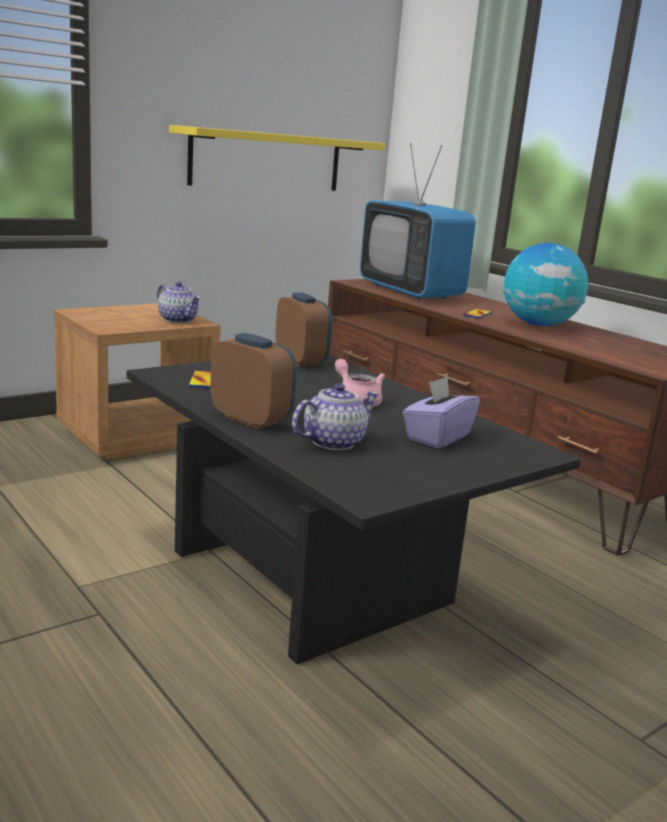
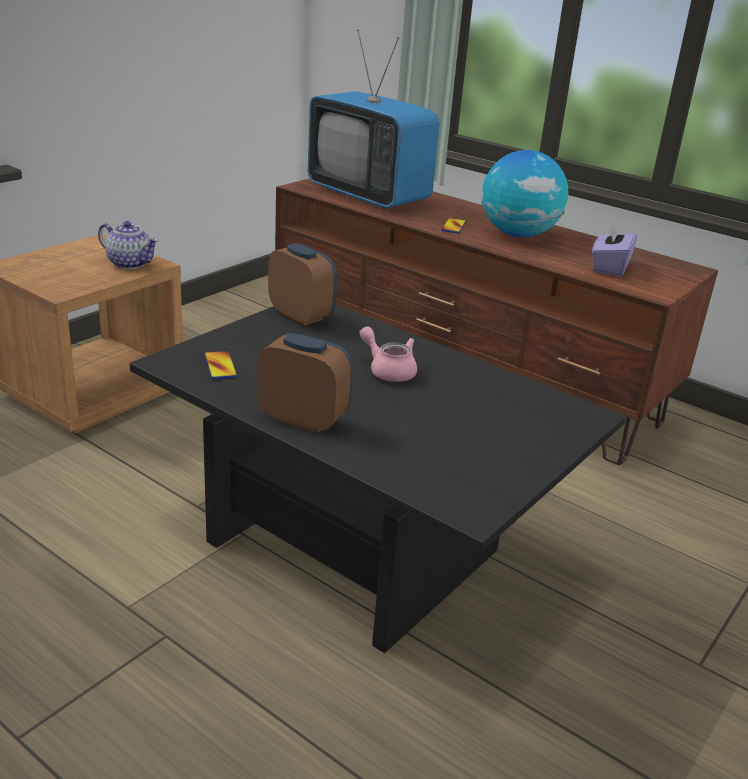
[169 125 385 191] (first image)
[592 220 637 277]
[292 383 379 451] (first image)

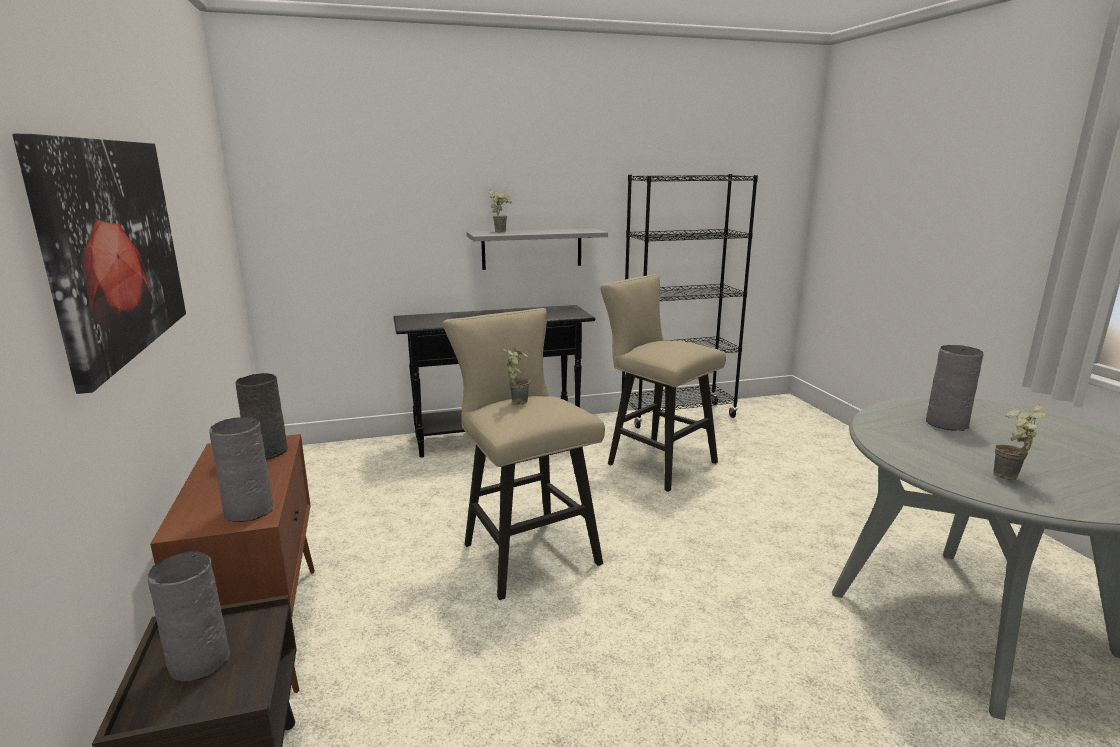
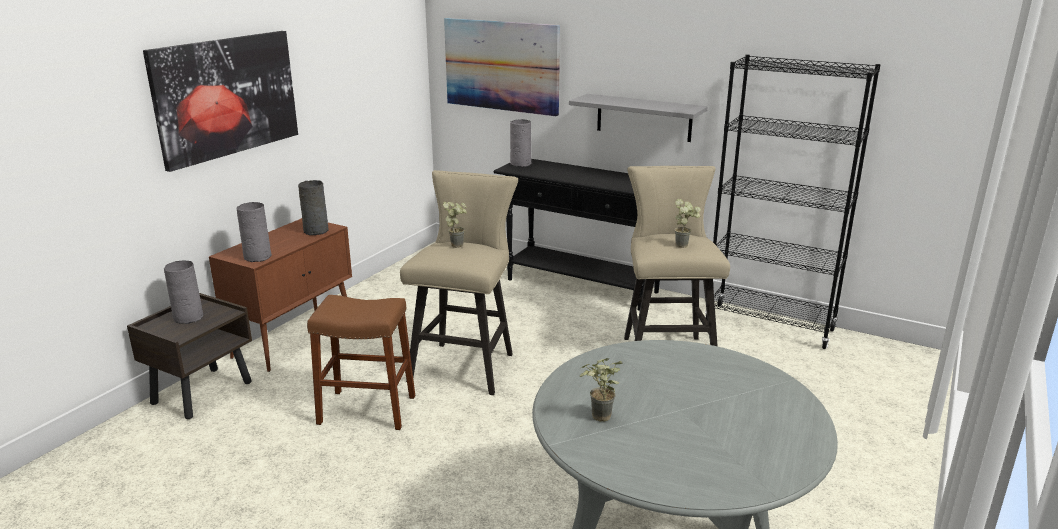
[675 199 701 248]
[510 119 532 167]
[444 18 560 116]
[307 295 415 430]

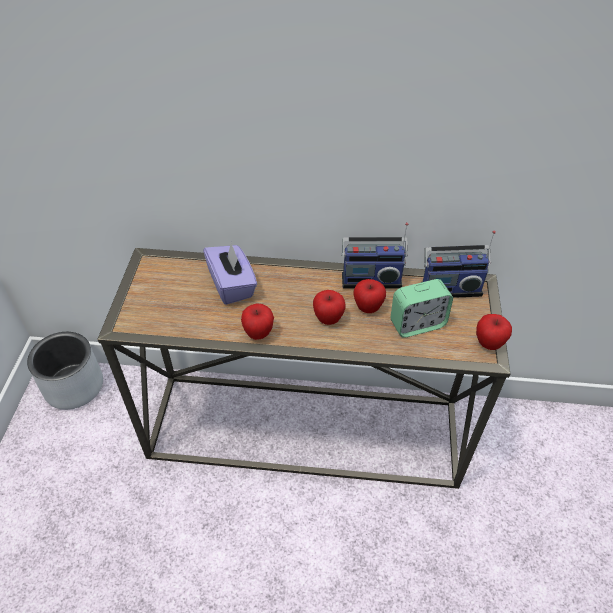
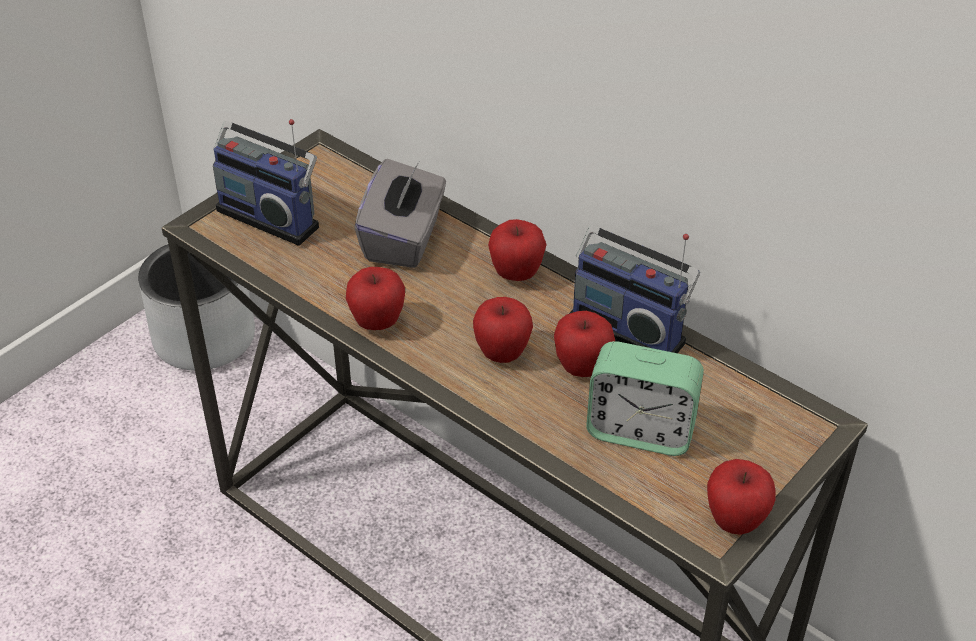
[213 119 319 246]
[354 159 446 268]
[488 219 547 281]

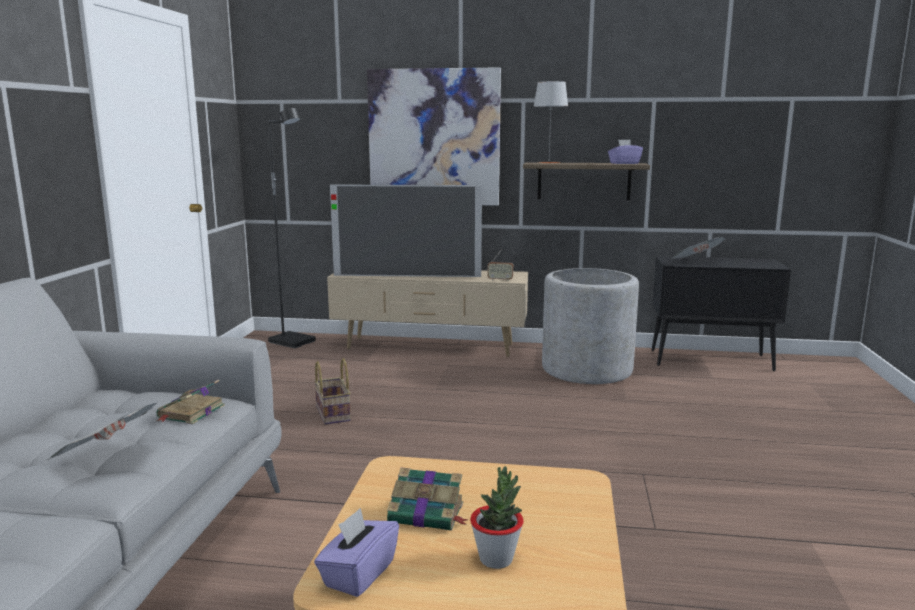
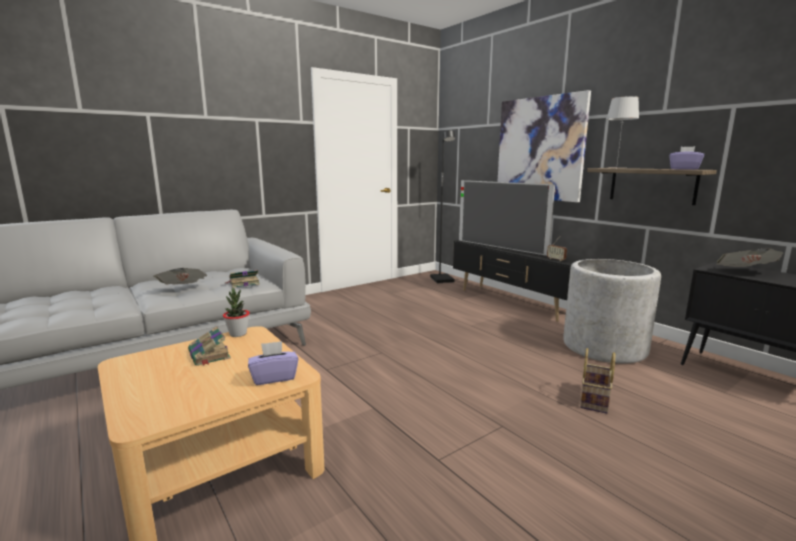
[453 240 594 322]
[580 348 615 414]
[223 288 250 337]
[248 341 298 385]

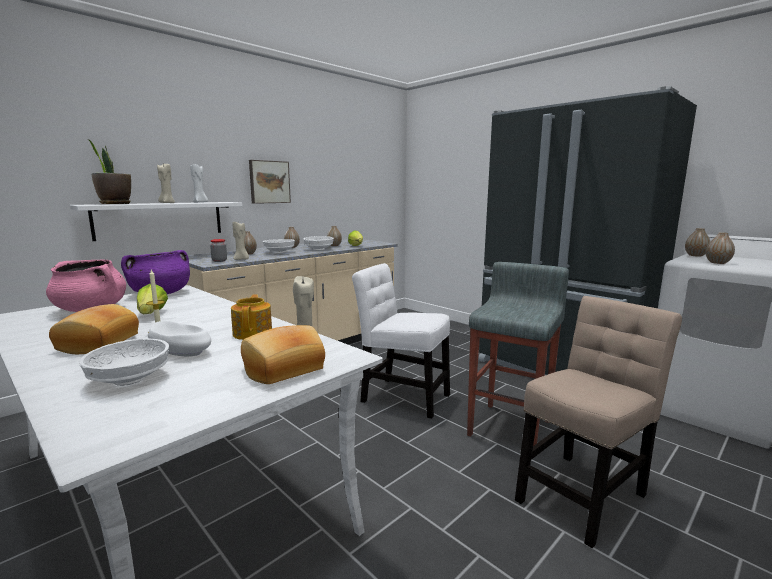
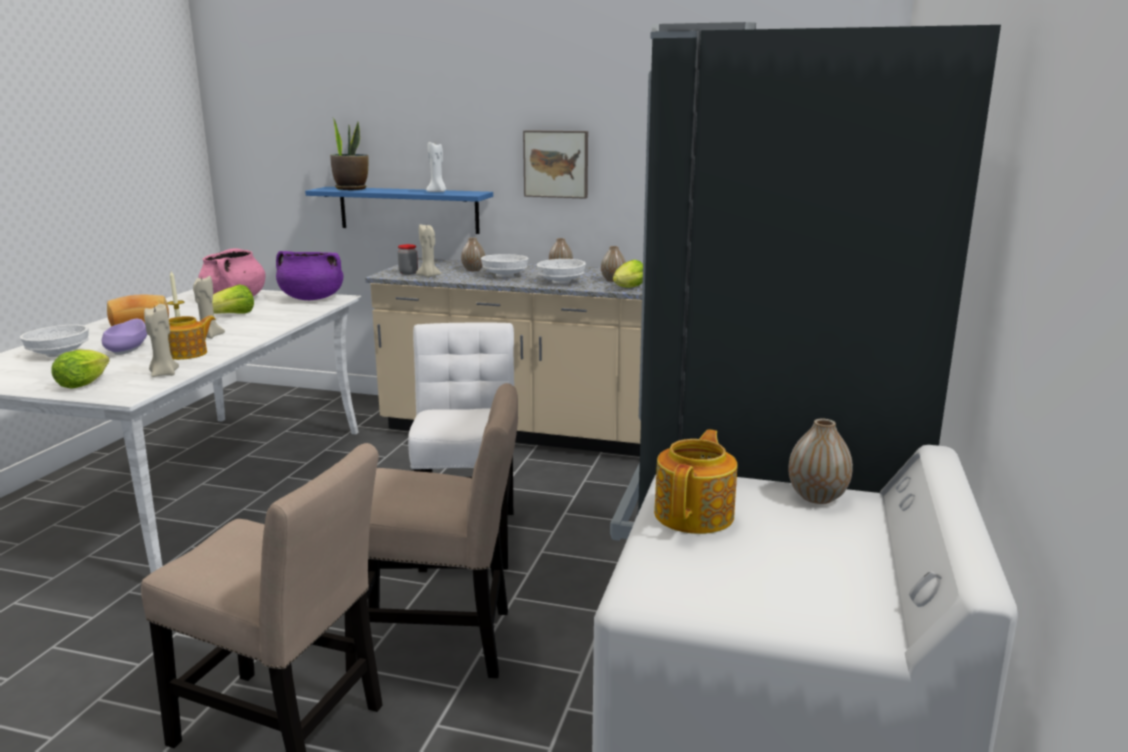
[193 276 225 339]
[305 187 493 234]
[654 429 738 534]
[345 383 518 678]
[102 319 147 355]
[51 350 110 389]

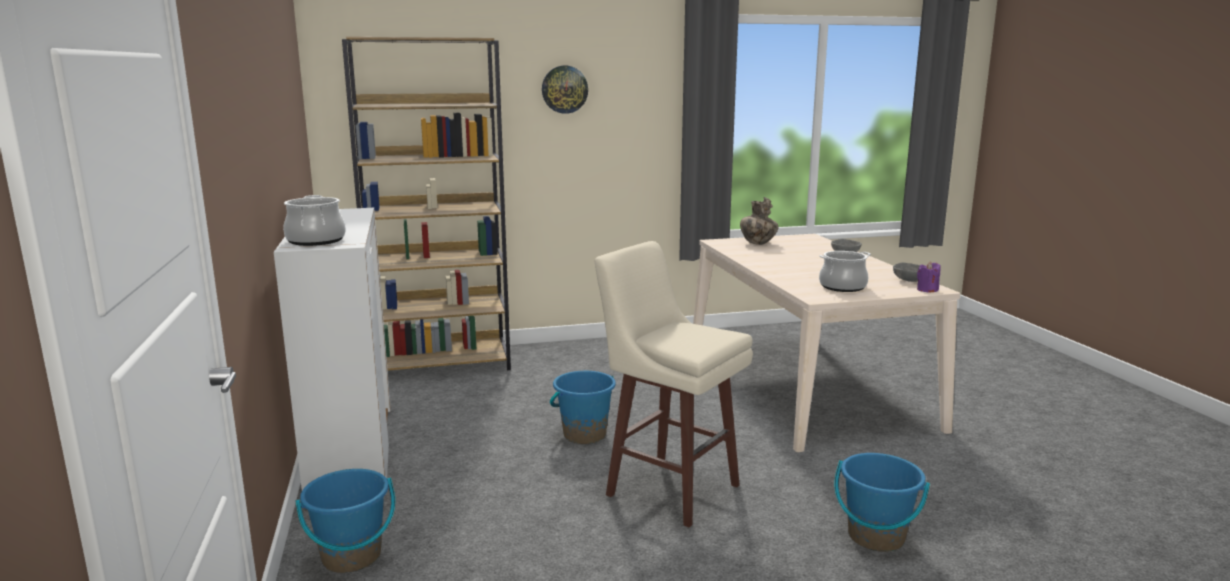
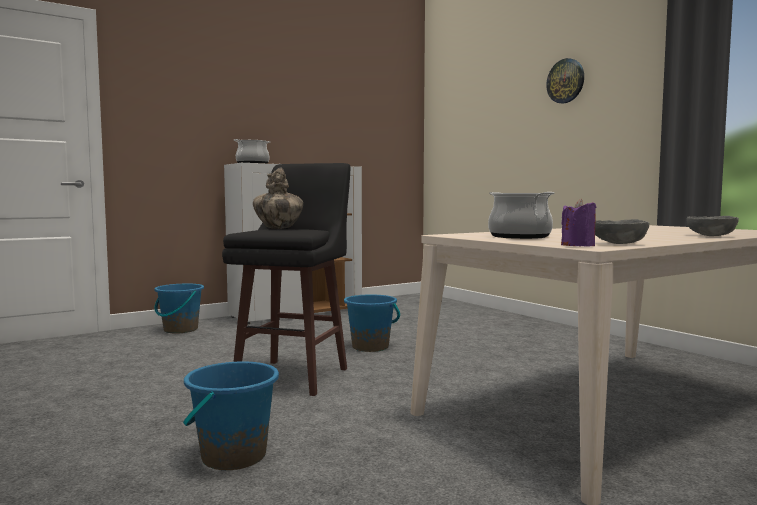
[342 37 511 371] (first image)
[253 167 303 229]
[222 163 350 396]

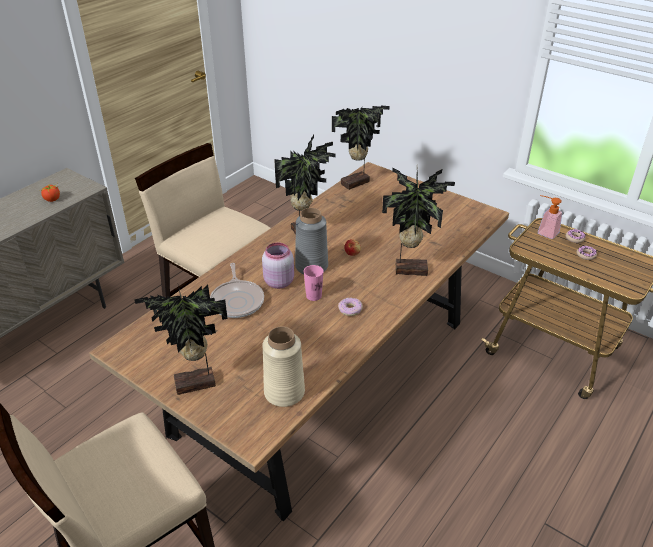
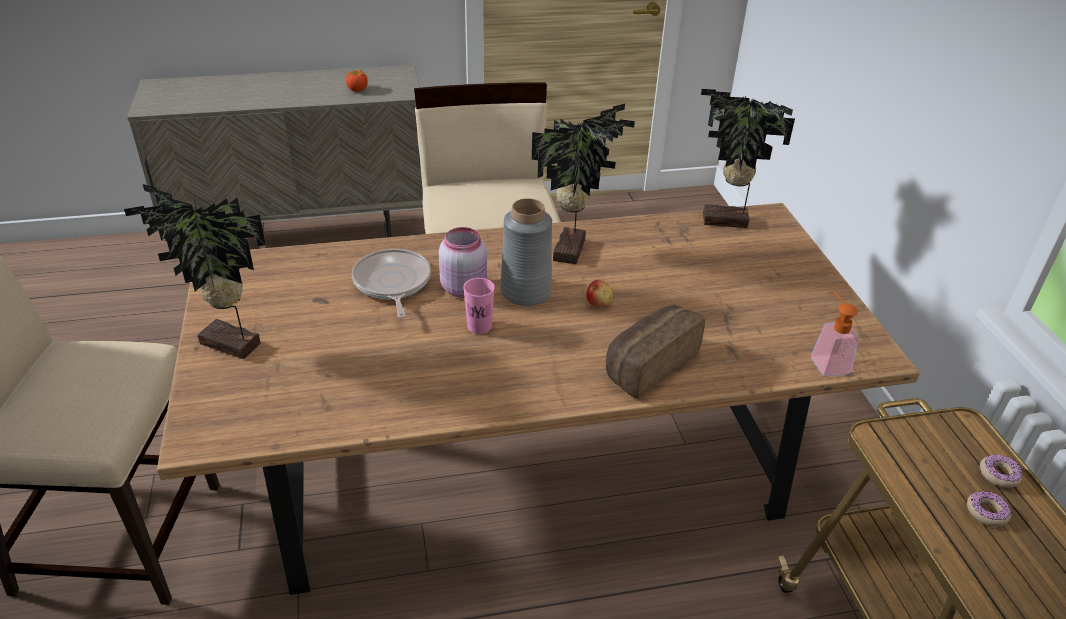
[606 305 705 399]
[811 291 859 376]
[352 249 431 318]
[338 298 363 316] (first image)
[262 326 305 407] (first image)

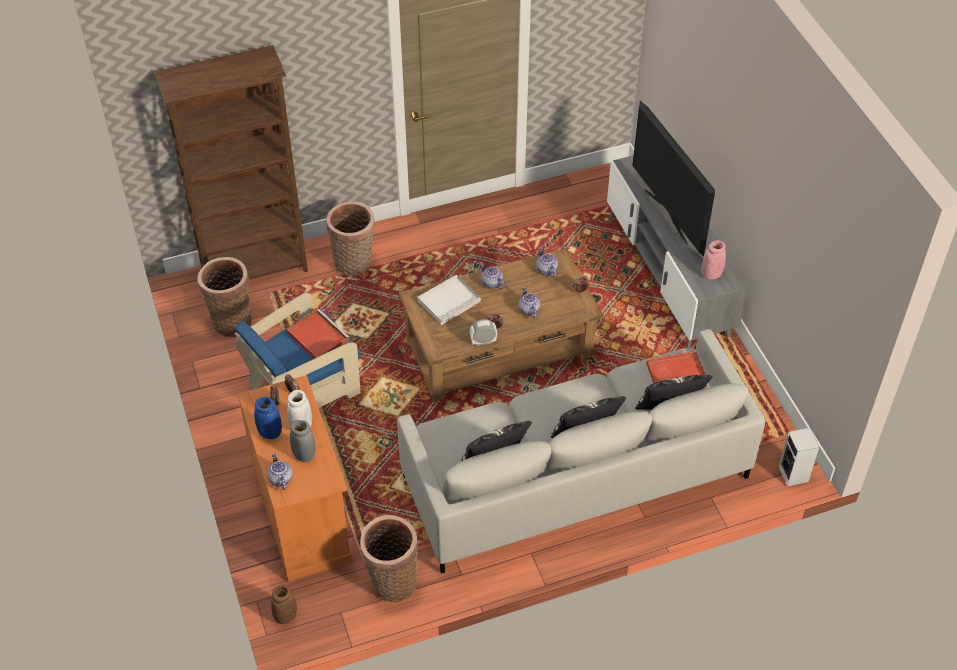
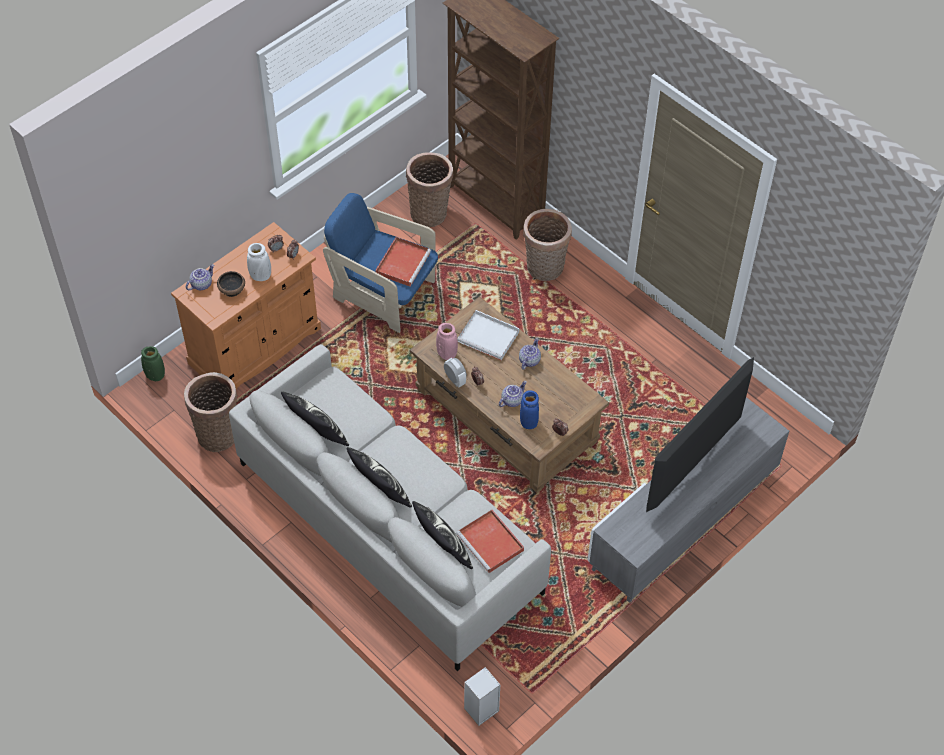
[436 323 458 360]
[536 247 558 277] (first image)
[520 390 539 429]
[217 271 245 297]
[141 346 165 381]

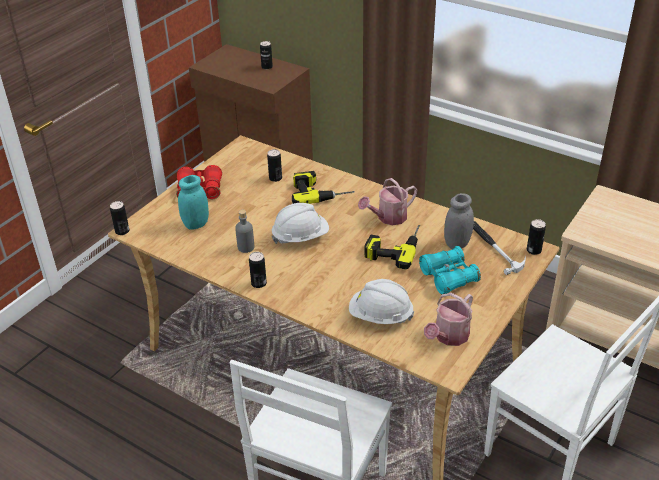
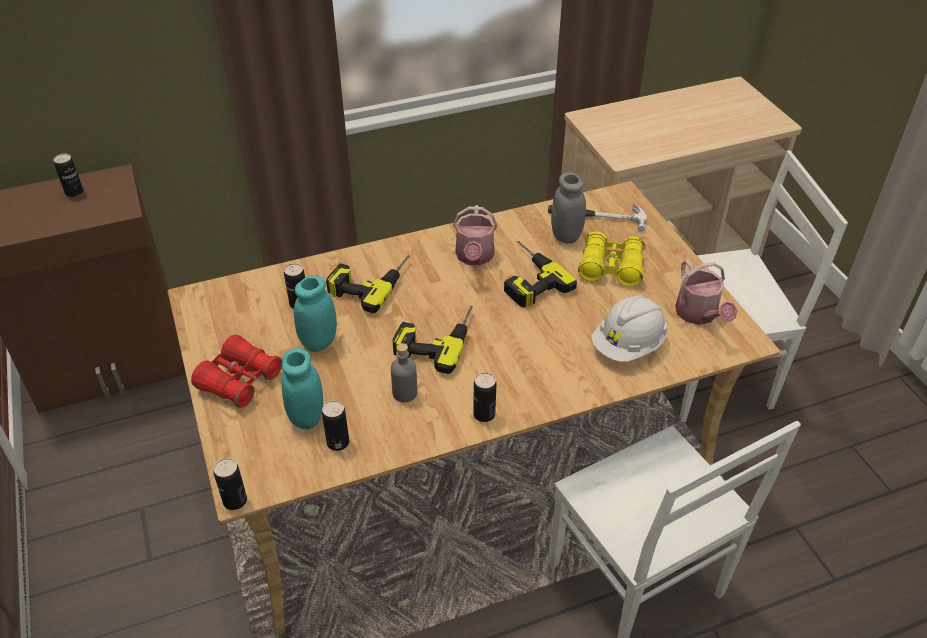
[393 306 473 374]
[322 400 349 451]
[578 231 645 287]
[294 275 337 352]

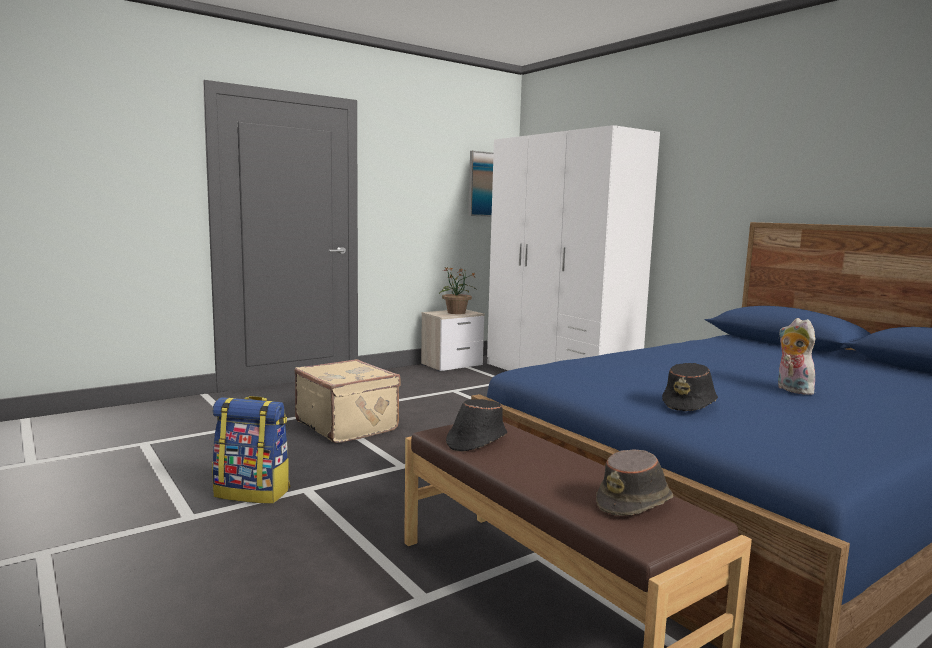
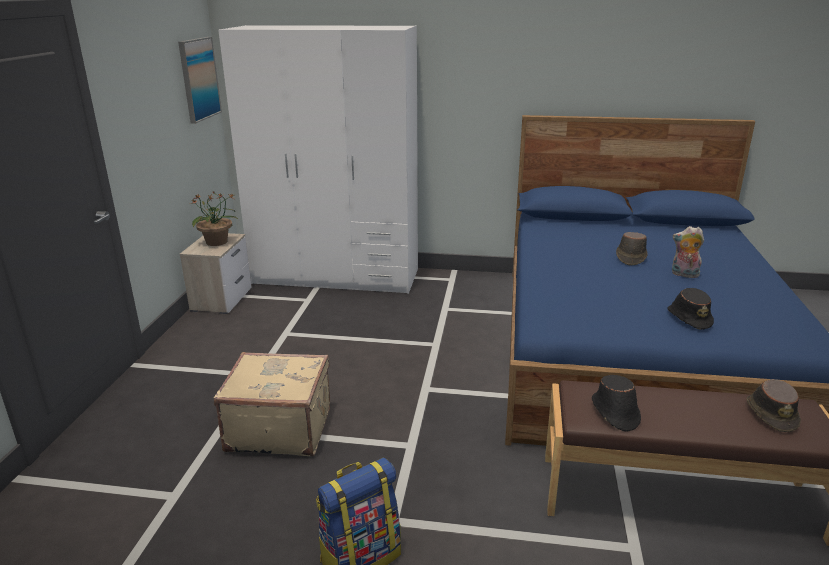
[616 232 647 265]

